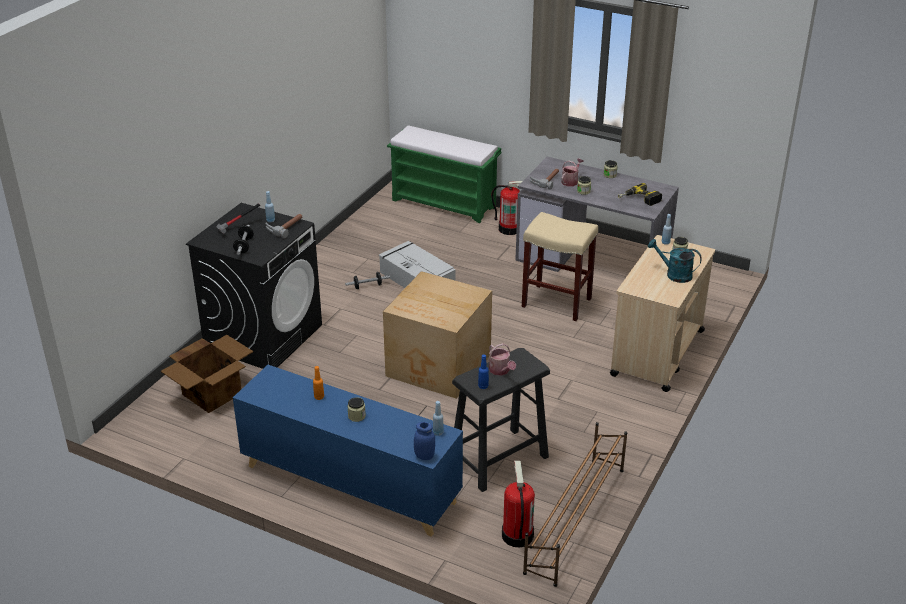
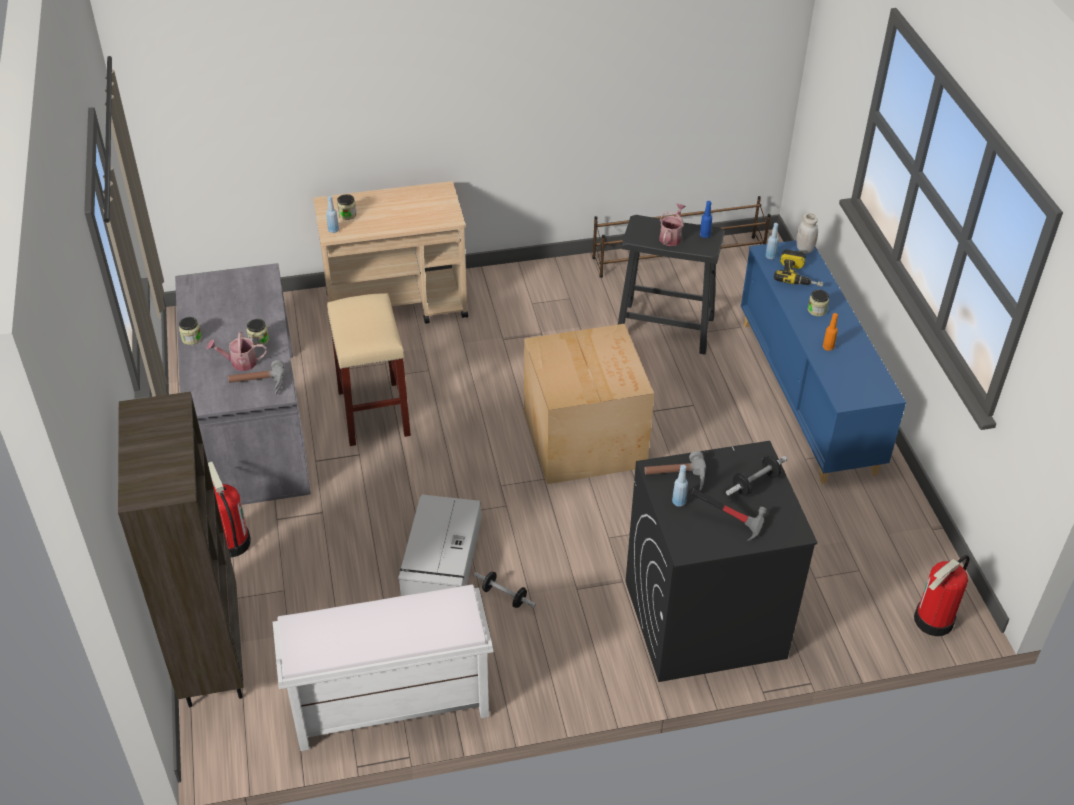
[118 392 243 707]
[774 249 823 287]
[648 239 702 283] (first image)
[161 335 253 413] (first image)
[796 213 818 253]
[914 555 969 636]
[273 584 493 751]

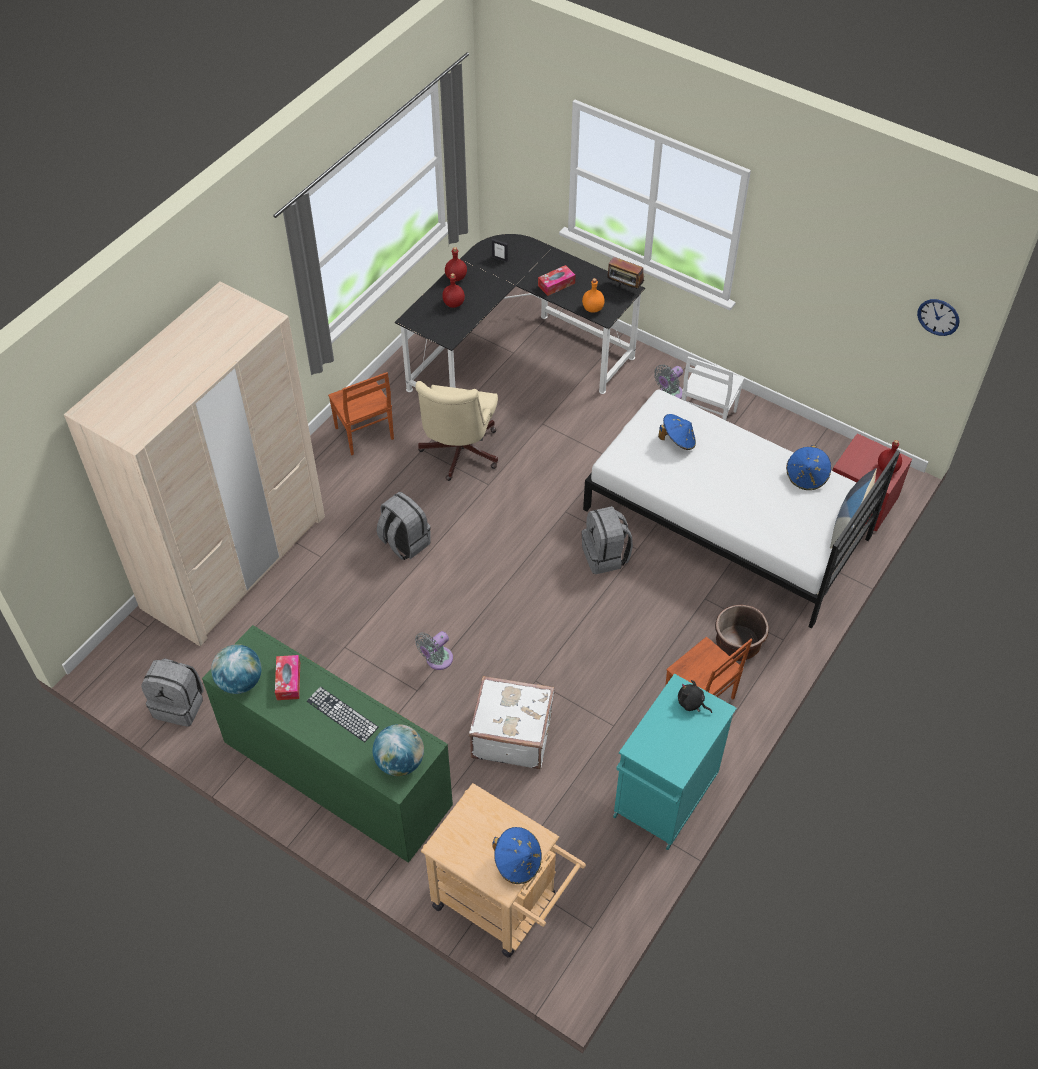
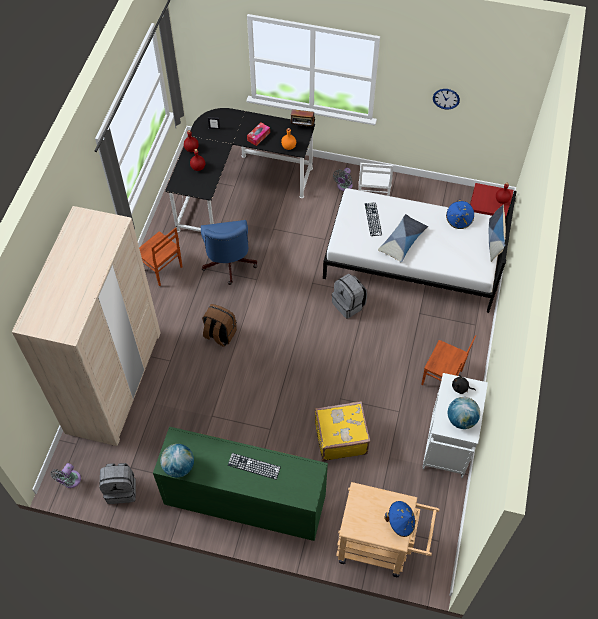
[433 89 460 110]
[201 220 257 285]
[365 202 382 236]
[202 304 237 347]
[715 604 769 661] (first image)
[50 463 81 488]
[275 655 300 700] (first image)
[422 373 488 478]
[315 401 370 461]
[448 397 480 429]
[378 214 428 263]

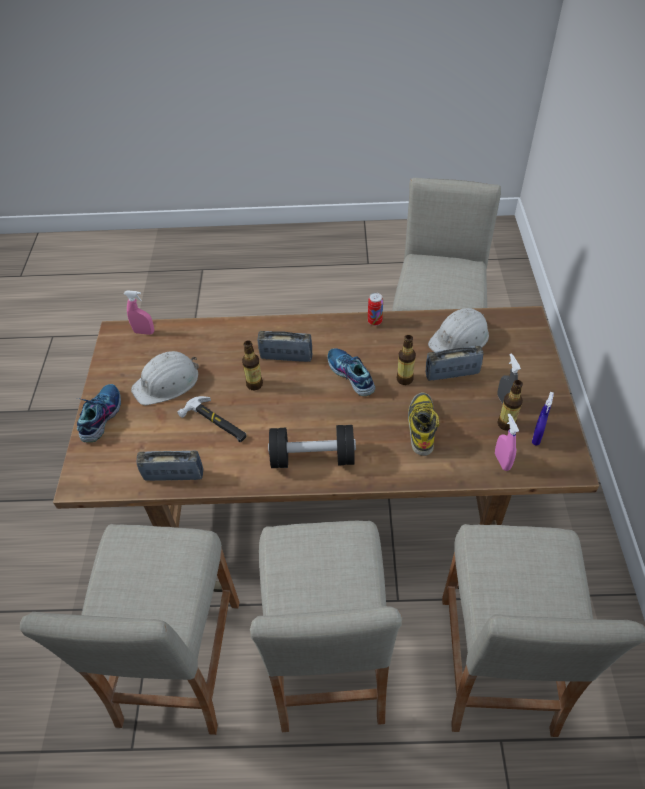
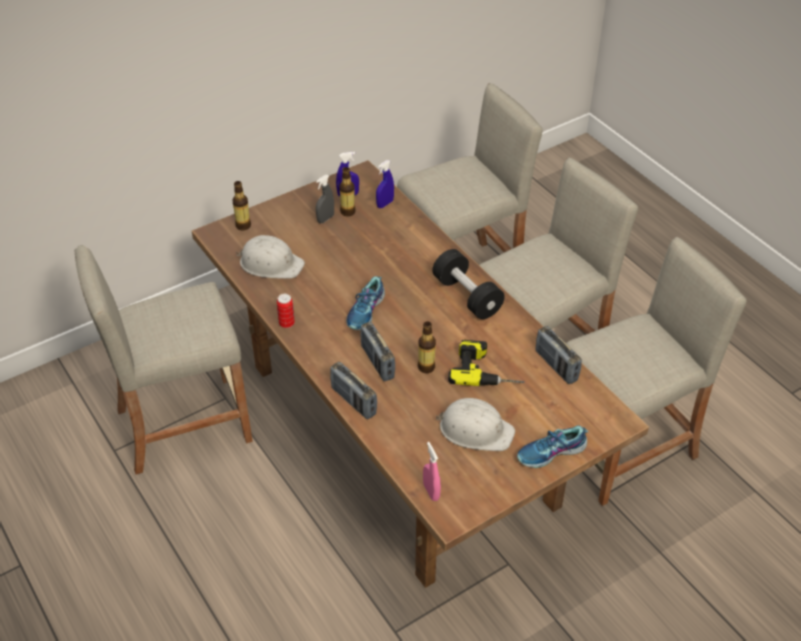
[232 181 251 230]
[330 362 377 419]
[408 393 439 456] (first image)
[448 340 525 386]
[376 160 394 208]

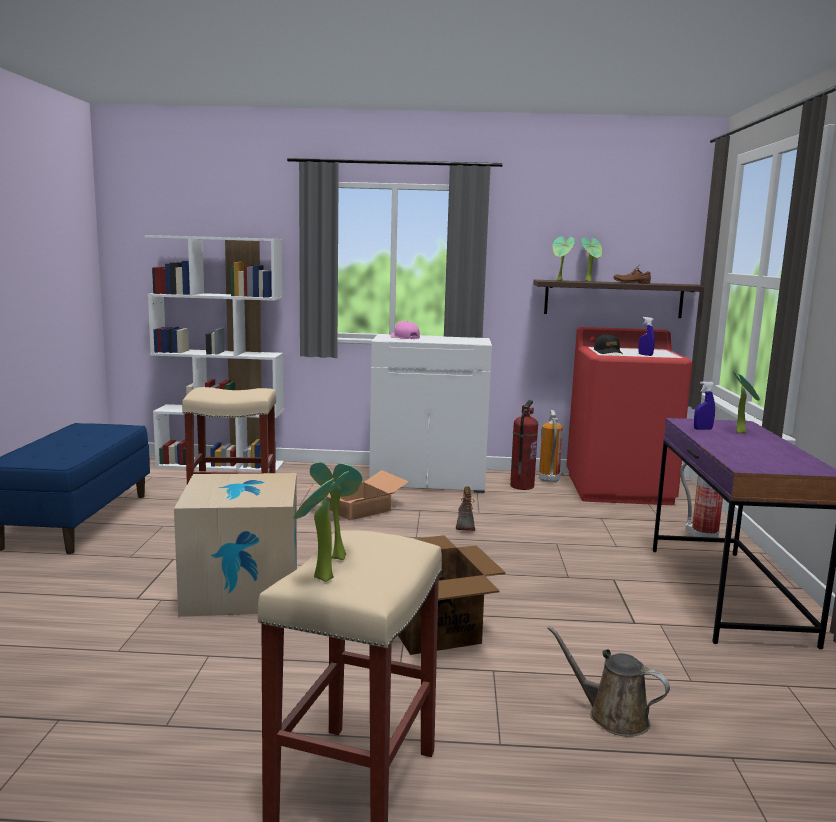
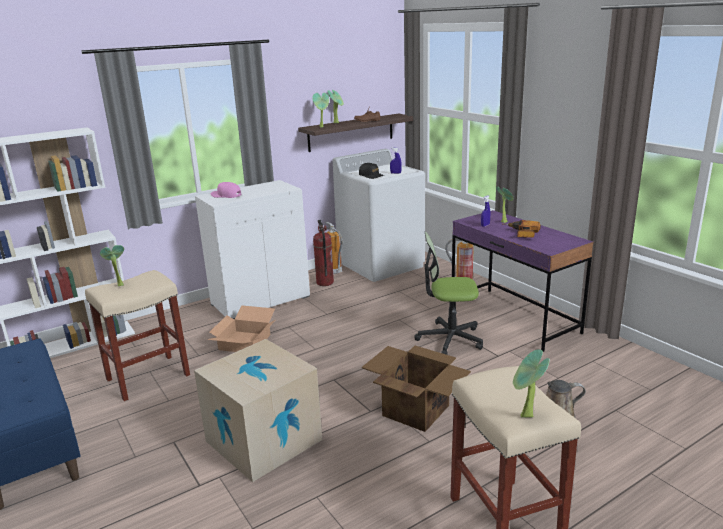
[333 149 425 282]
[100 245 124 286]
[456 486 475 531] (first image)
[502 220 541 238]
[414 232 483 355]

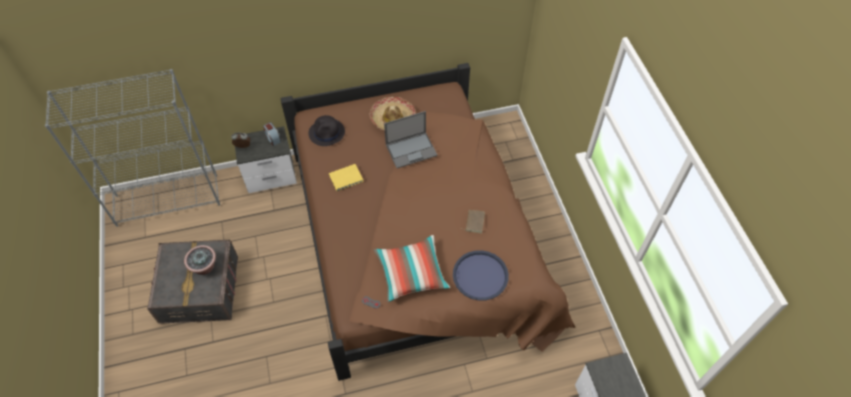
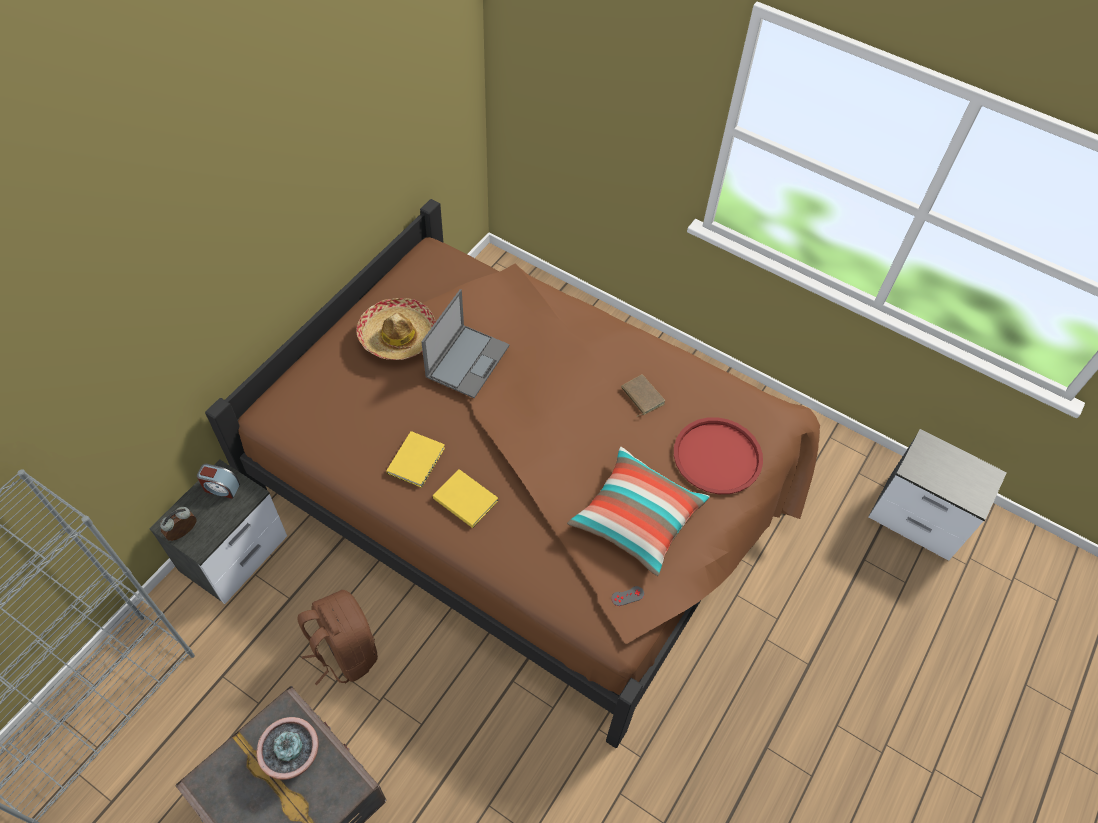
[308 115 345 146] (first image)
[674 417 763 494]
[433 469 498 528]
[297 590 378 685]

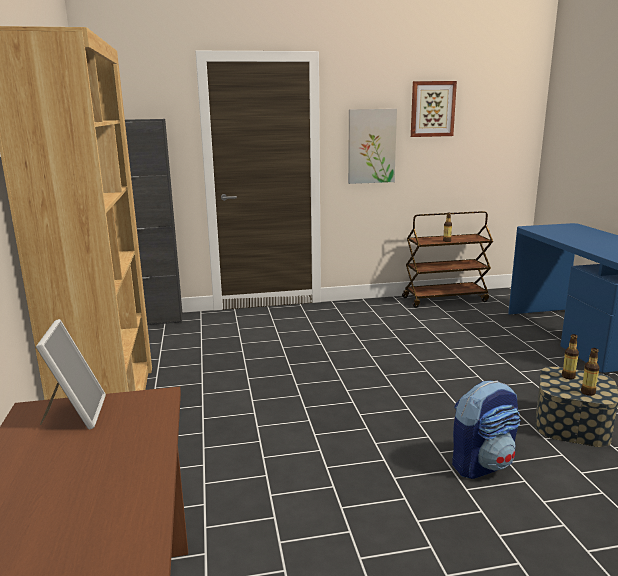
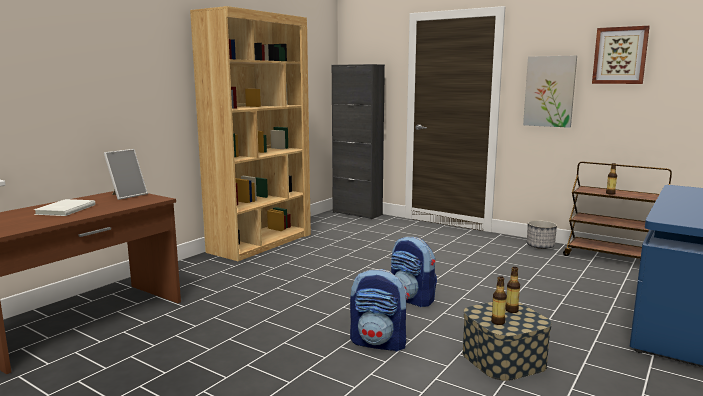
[34 199 95 216]
[527 220 557 249]
[391 237 437 307]

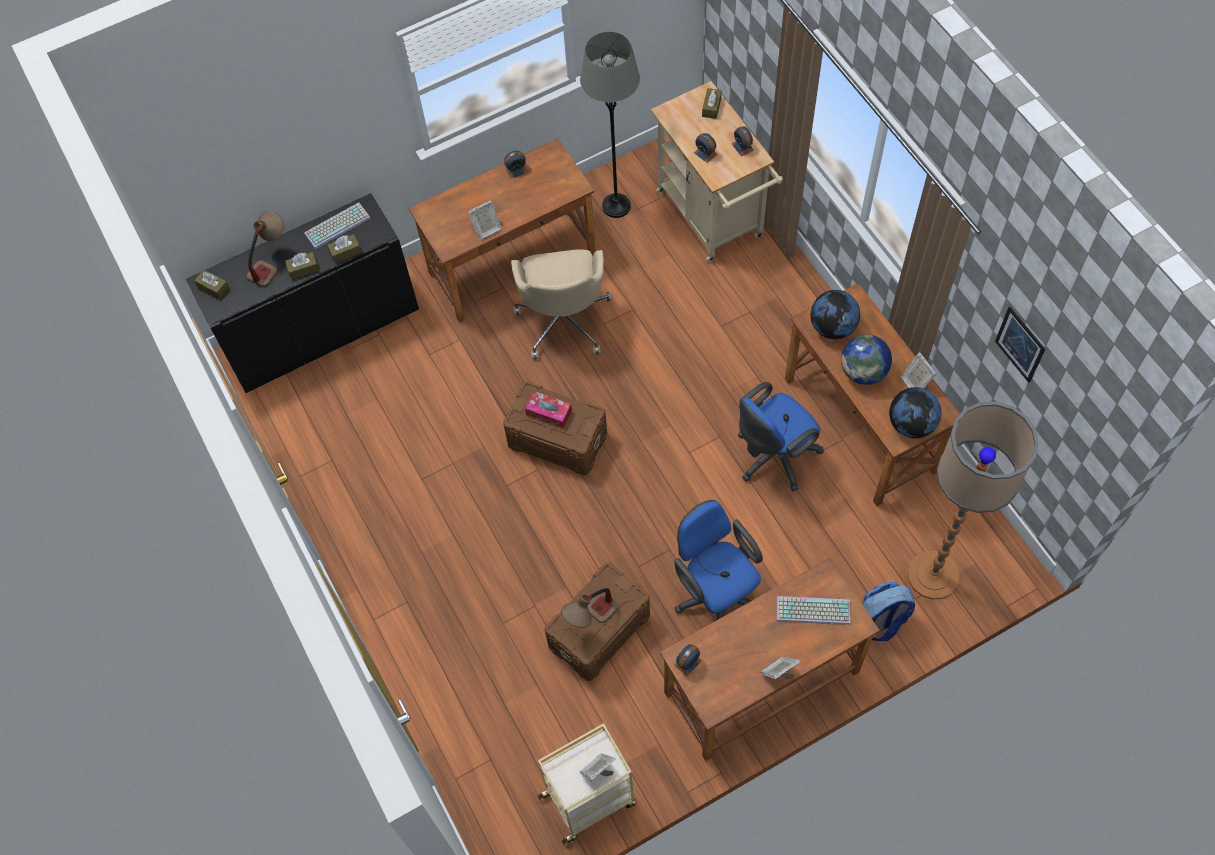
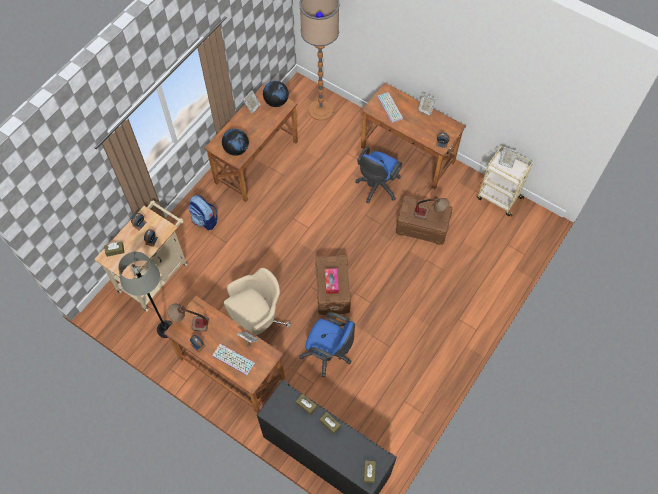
[212 344 255 375]
[167 304 209 331]
[995 307 1045 383] (first image)
[841 334 892 385] (first image)
[299 312 355 377]
[188 195 218 230]

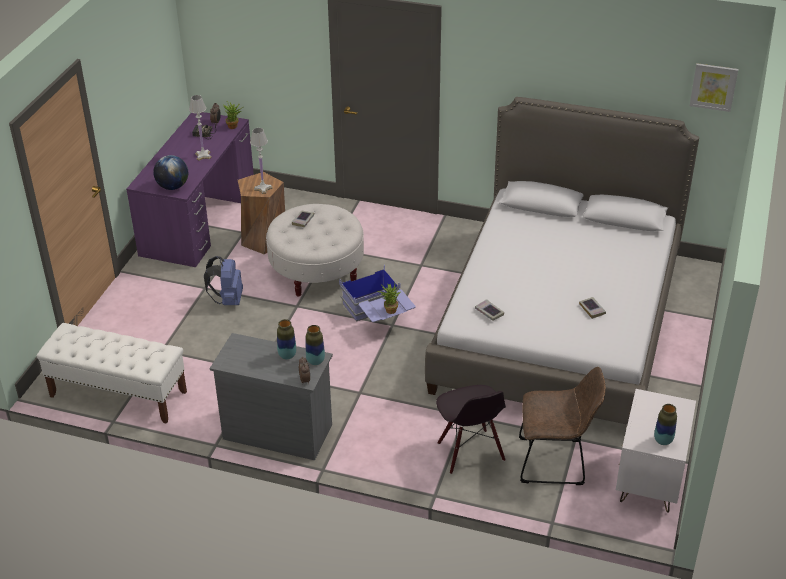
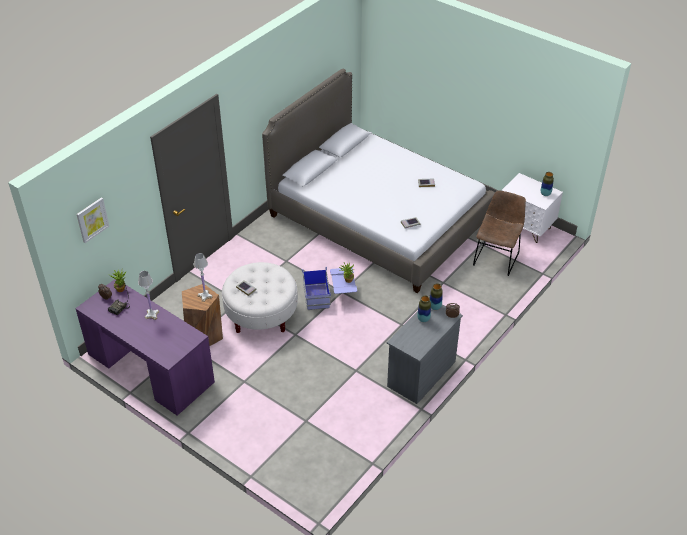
[76 198 109 243]
[153 155 188 190] (first image)
[204 256 243 305] (first image)
[37 323 187 424] (first image)
[436 385 506 474] (first image)

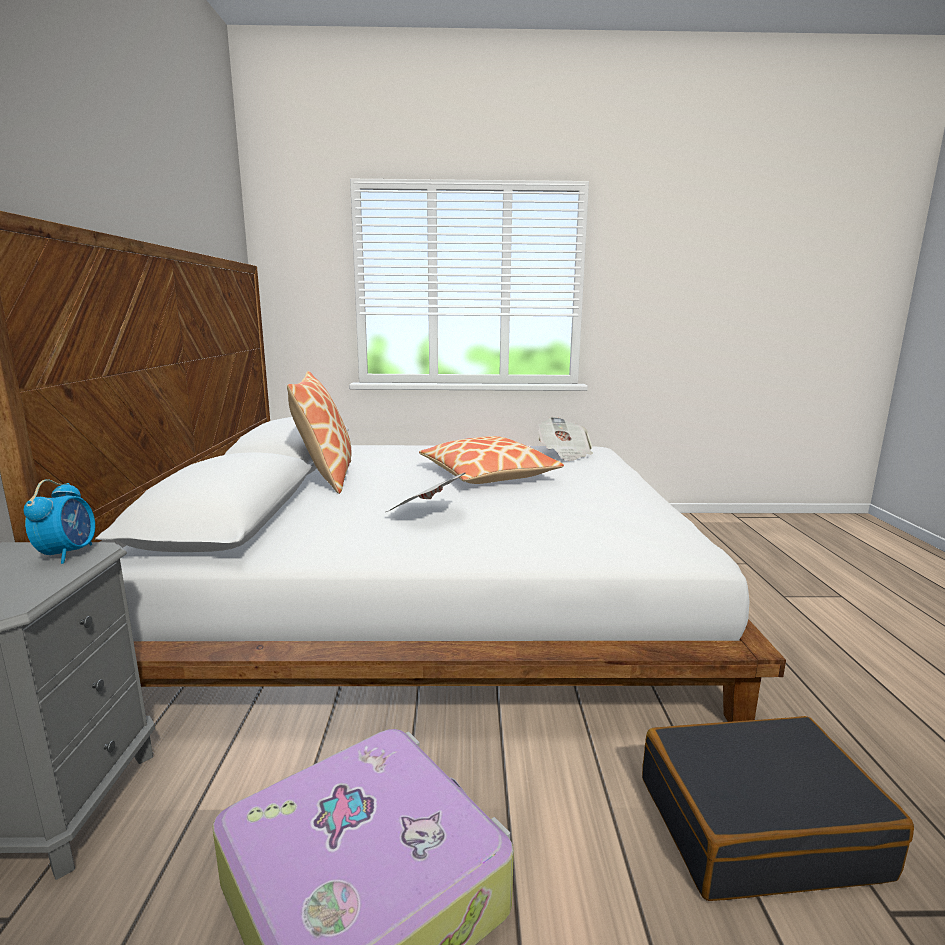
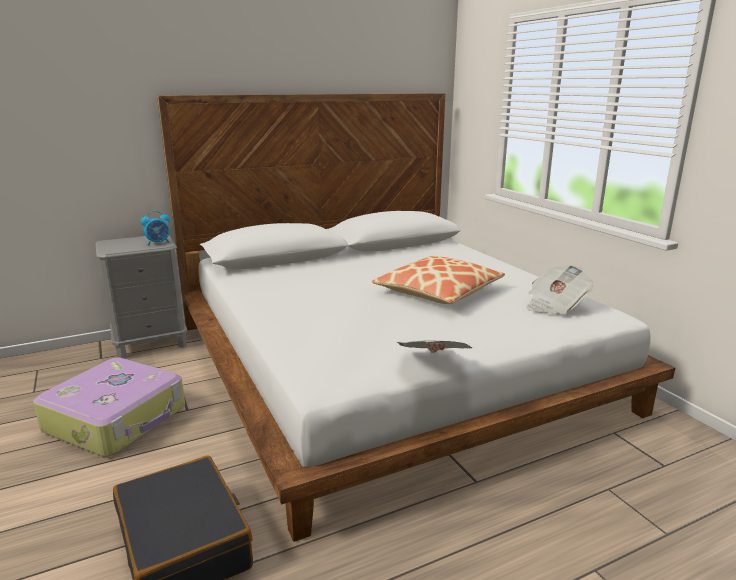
[287 371 351 494] (first image)
[397 340 472 353]

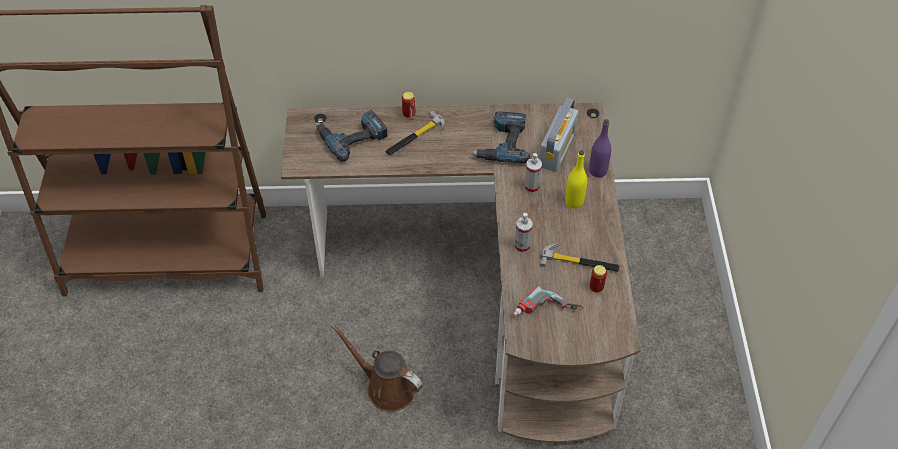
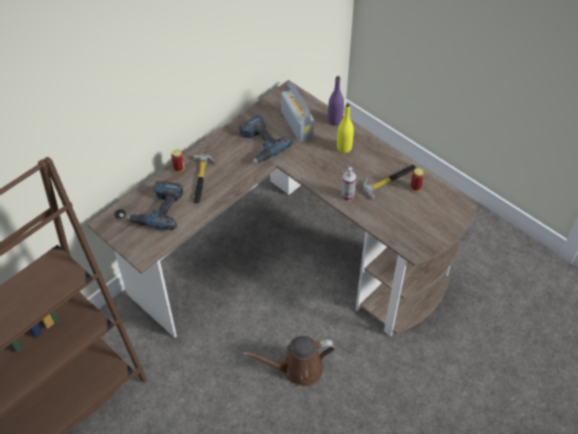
[525 153 542 193] (first image)
[513 286 583 316] (first image)

